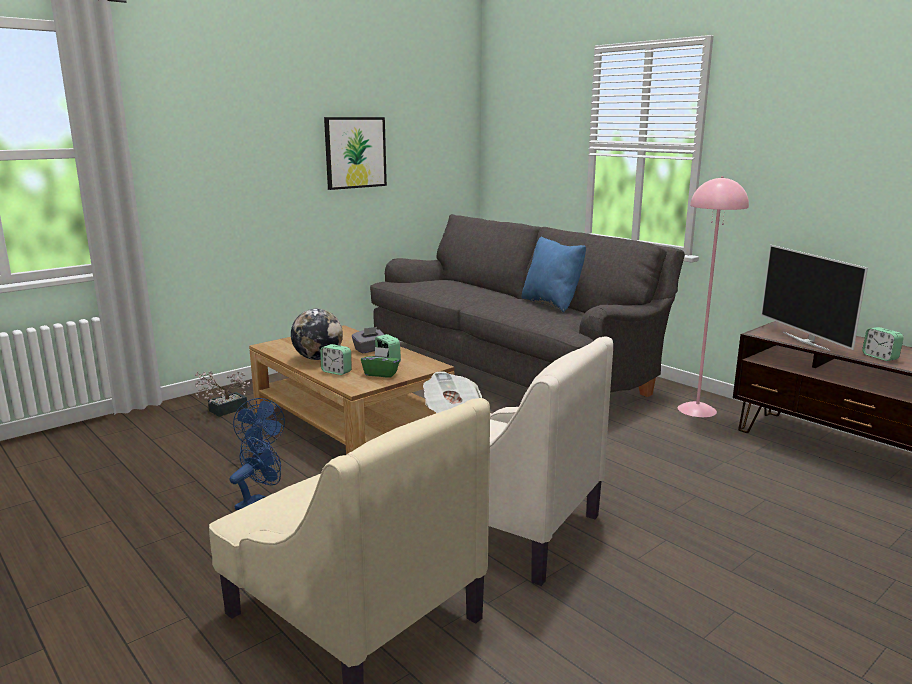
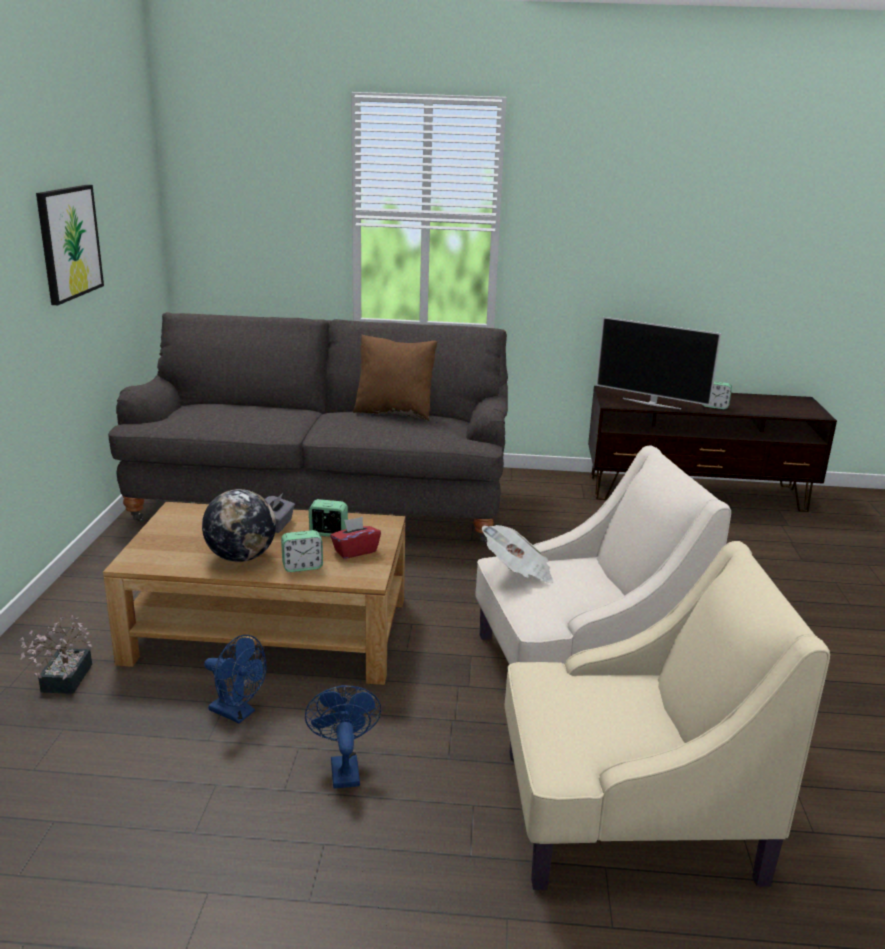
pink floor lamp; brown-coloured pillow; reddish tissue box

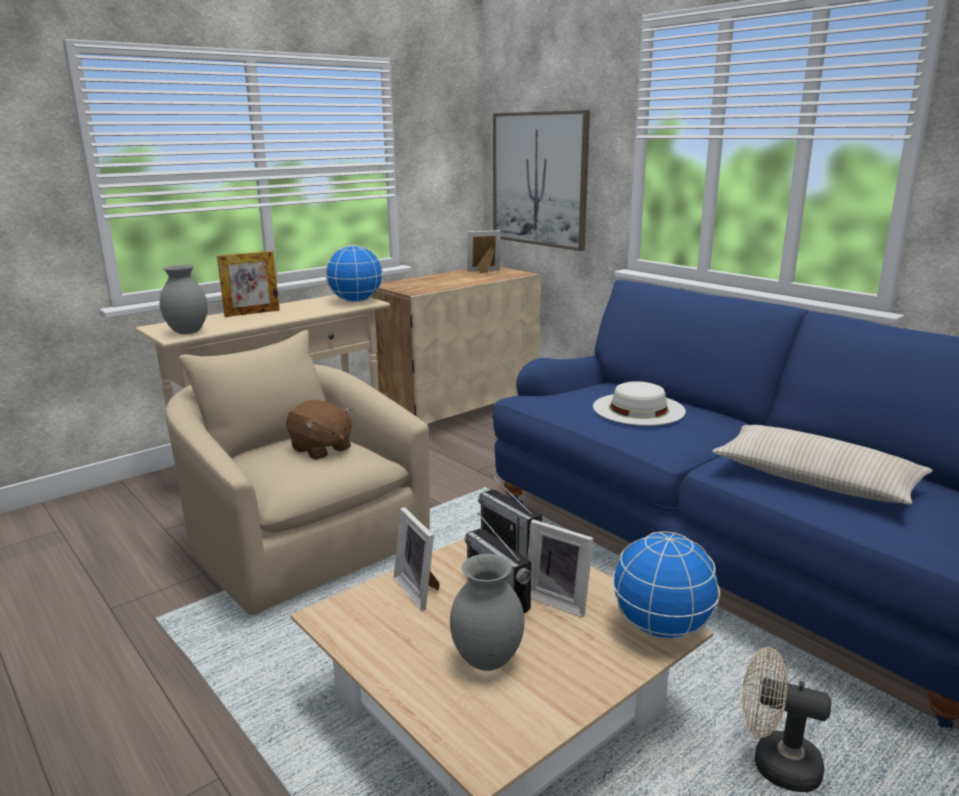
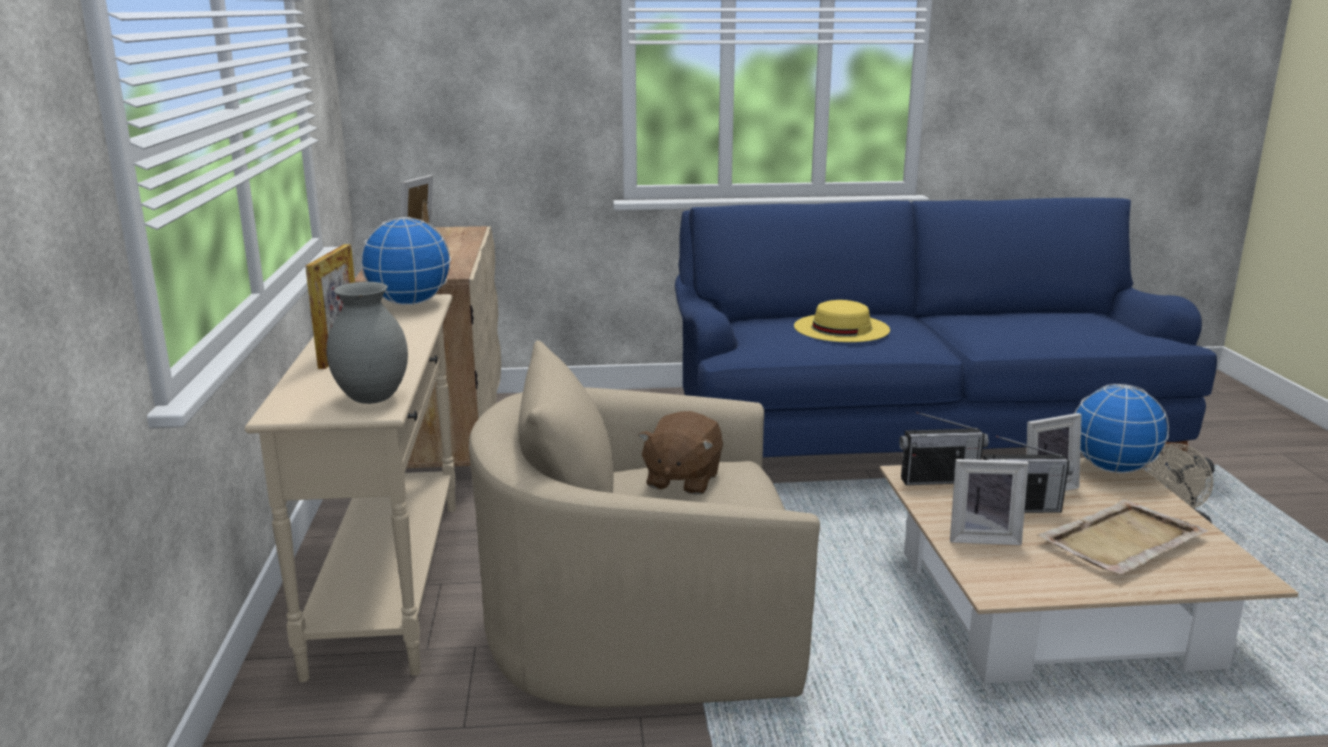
picture; yellow wearable hat; brown-coloured soft toy; sand-coloured pillow; sand-coloured tray

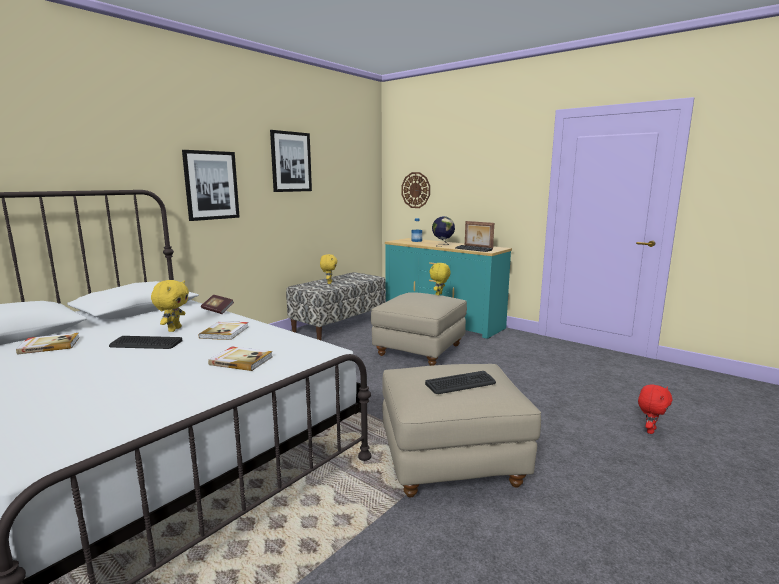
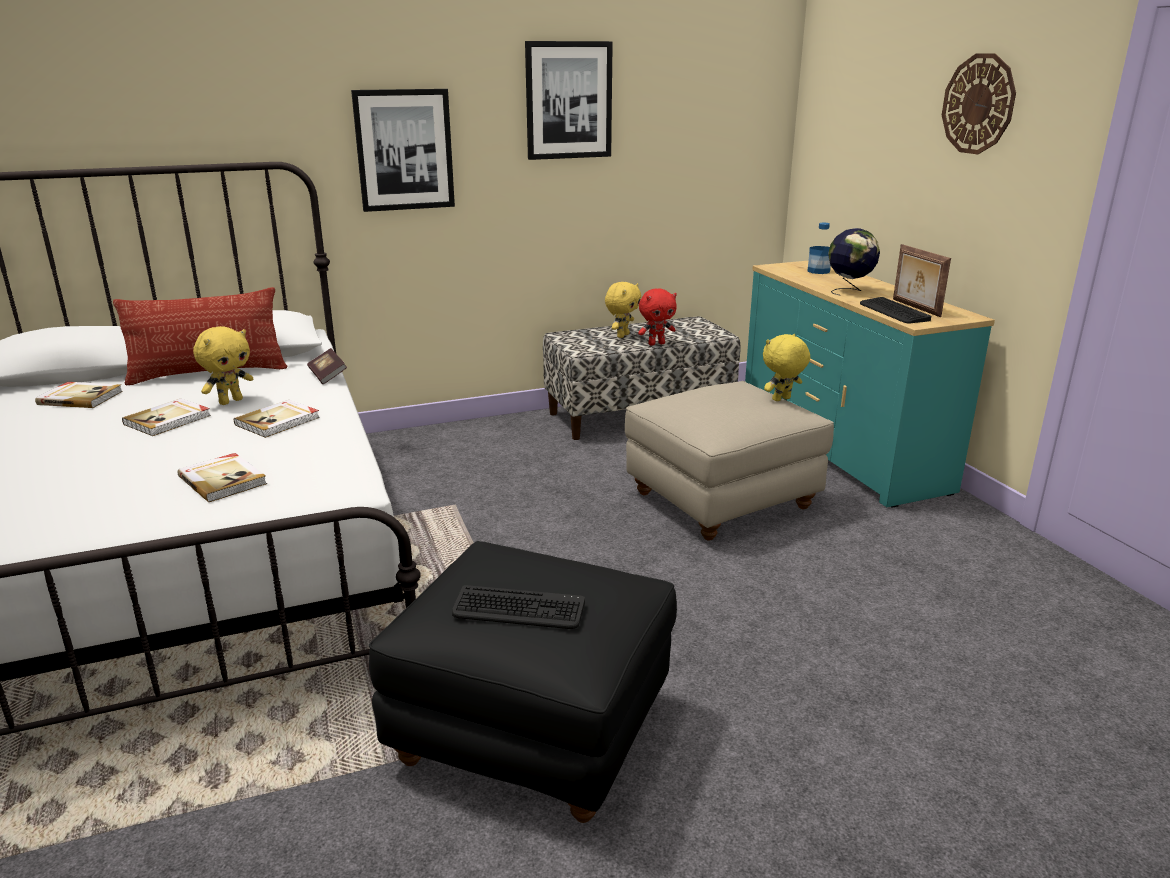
hanging clock; book (no. 2 from left); blackish footrest; reddish soft toy; pillow

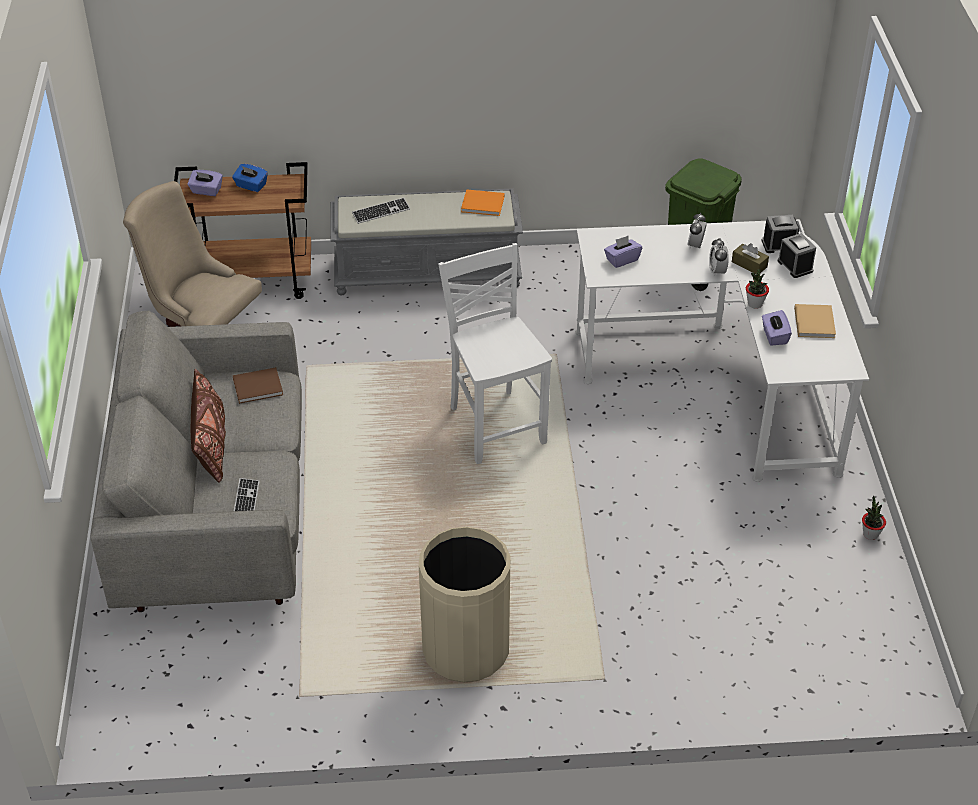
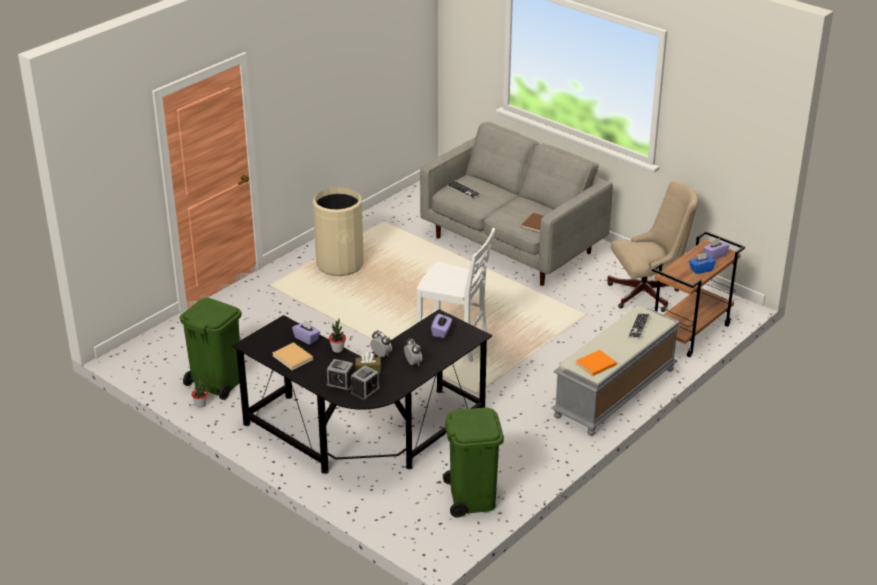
blackish desk; brown-coloured pillow; greenish rubbish bin (no. 1 from left)

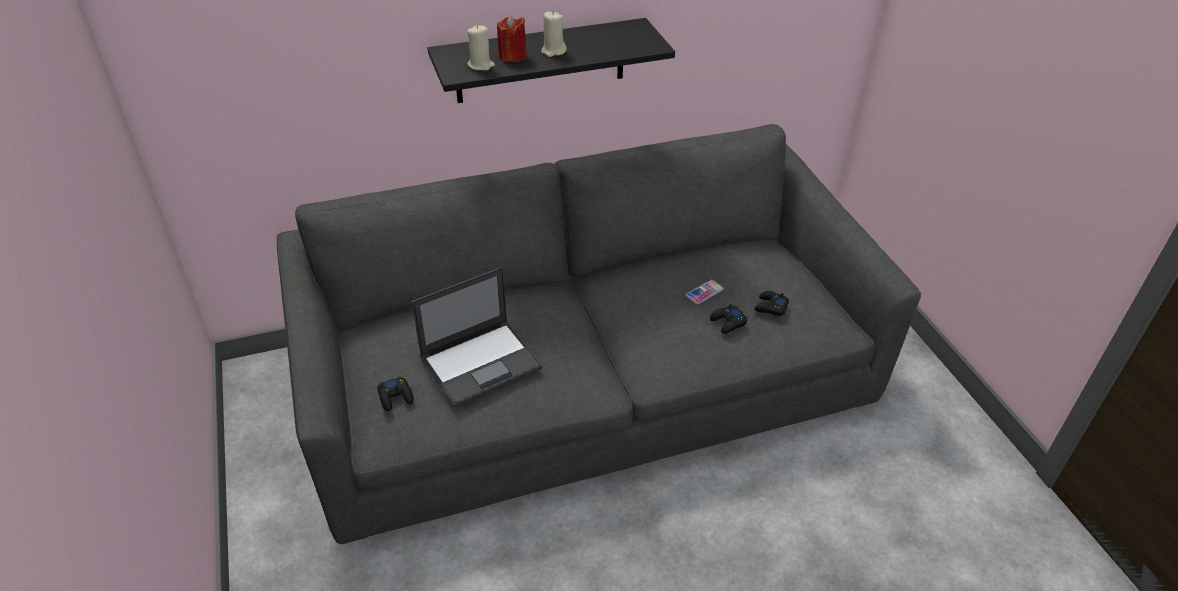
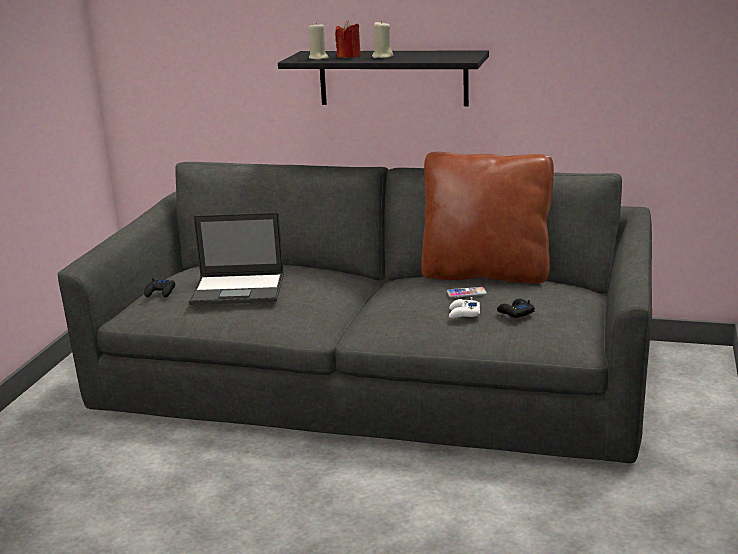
white game controller; brown-coloured pillow

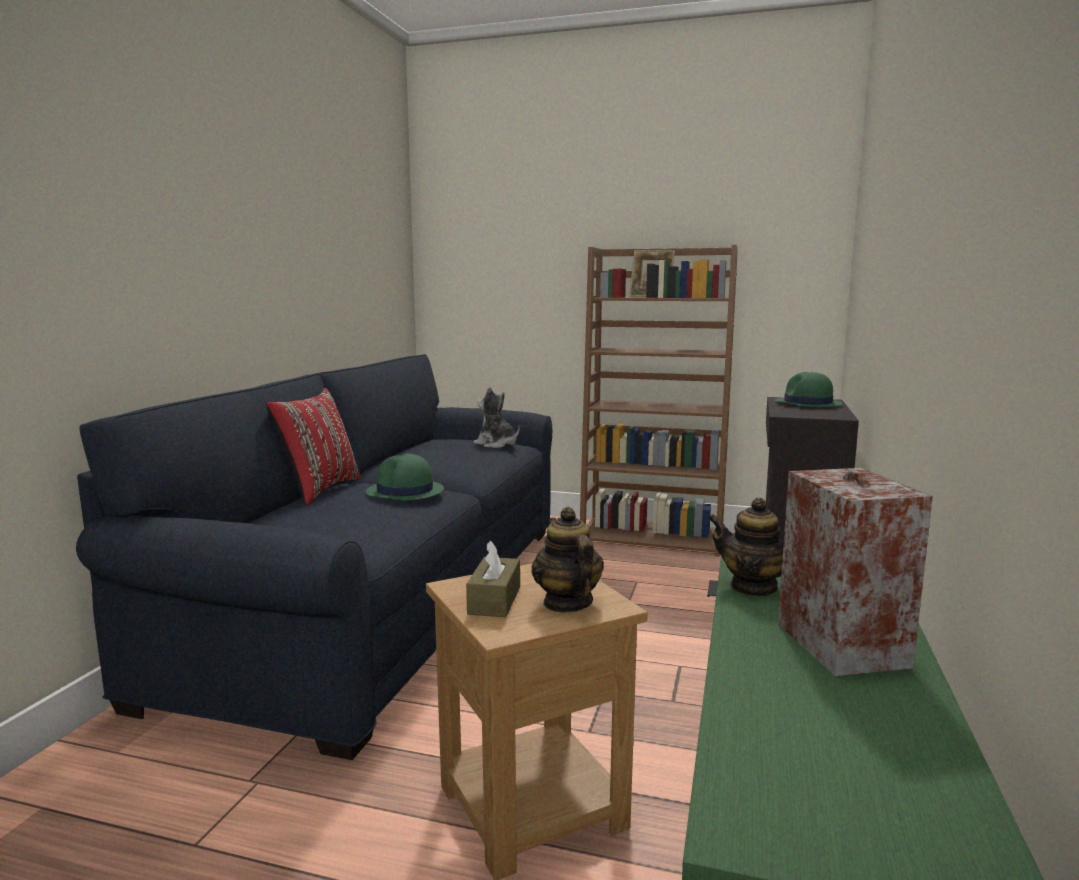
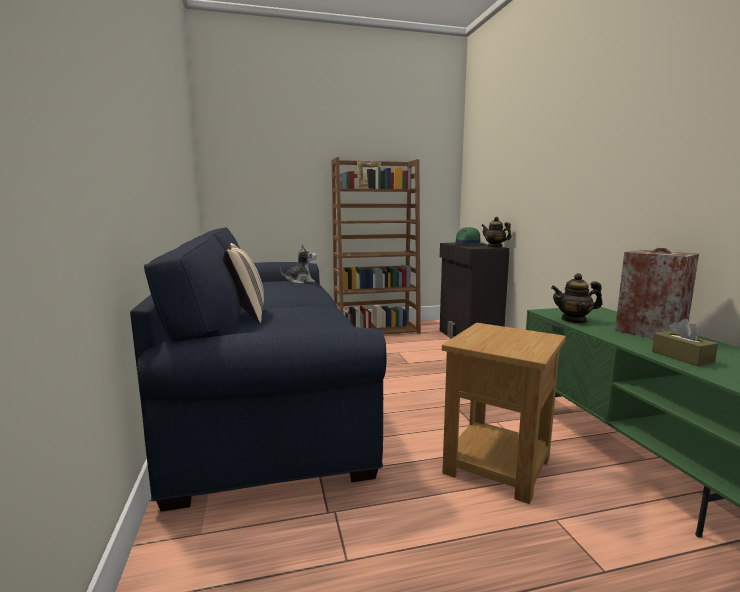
soft toy; sand-coloured pillow; greenish wearable hat (no. 1 from left in the first image); pot for tea (no. 1 from left); brown-coloured tissue box

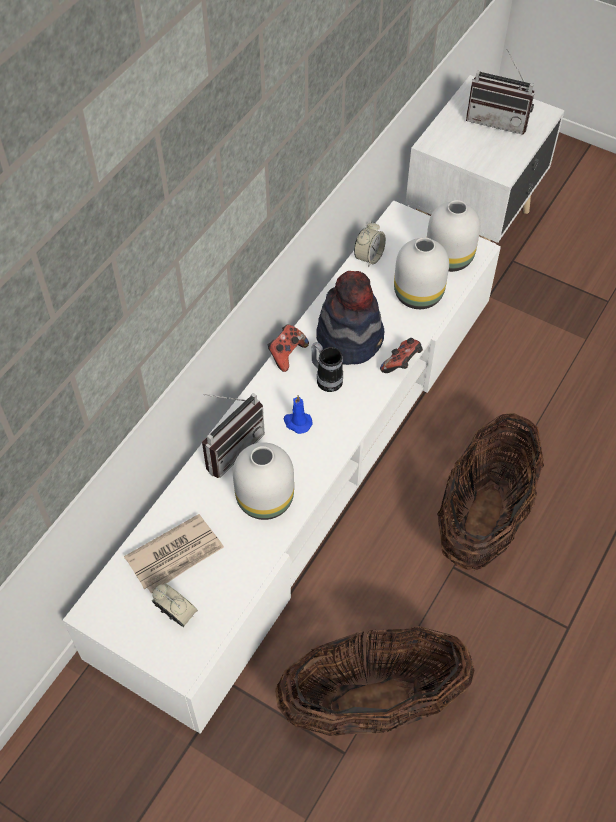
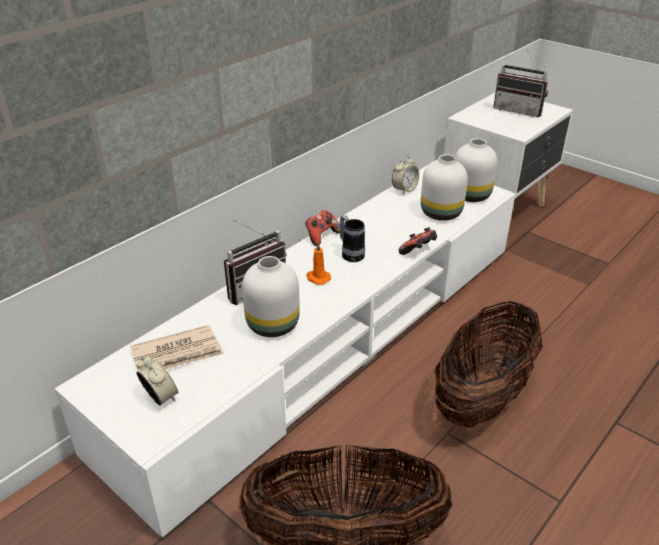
wearable hat; orange-coloured wax light

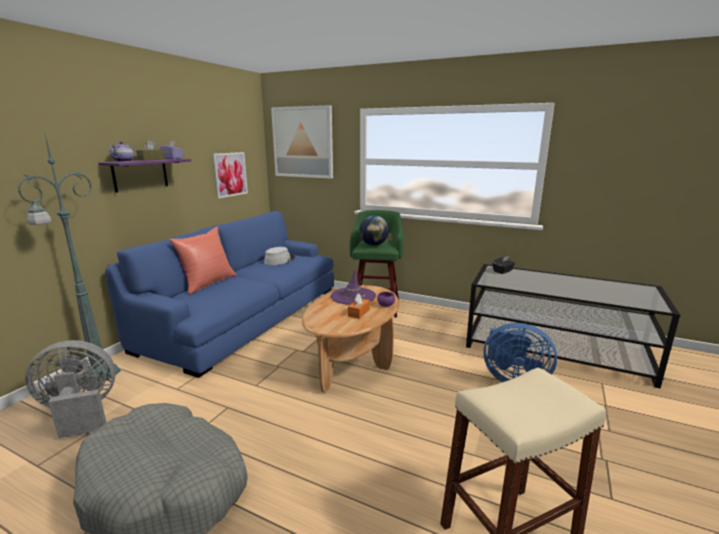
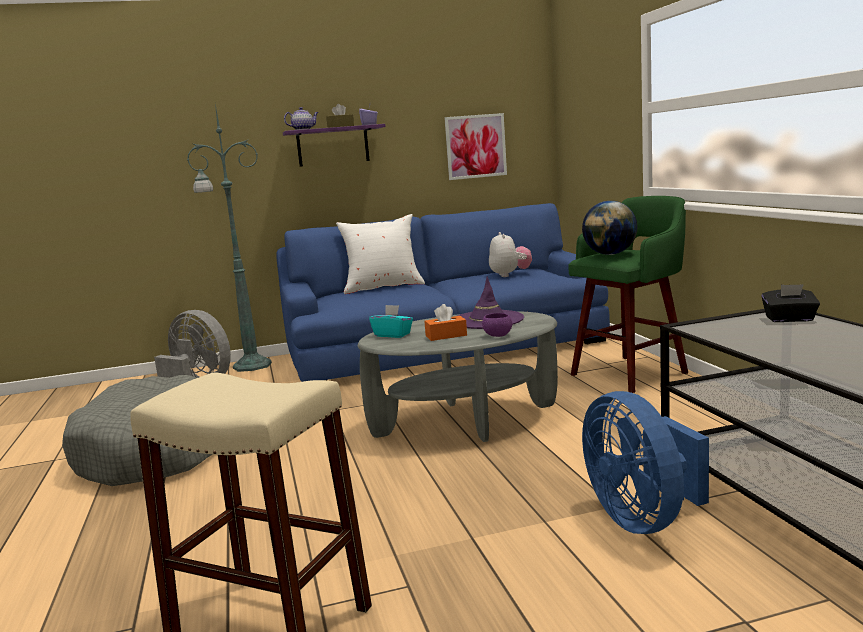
picture (no. 2 from left in the first image); white pillow; soft toy; gray low table; blue-green tissue box

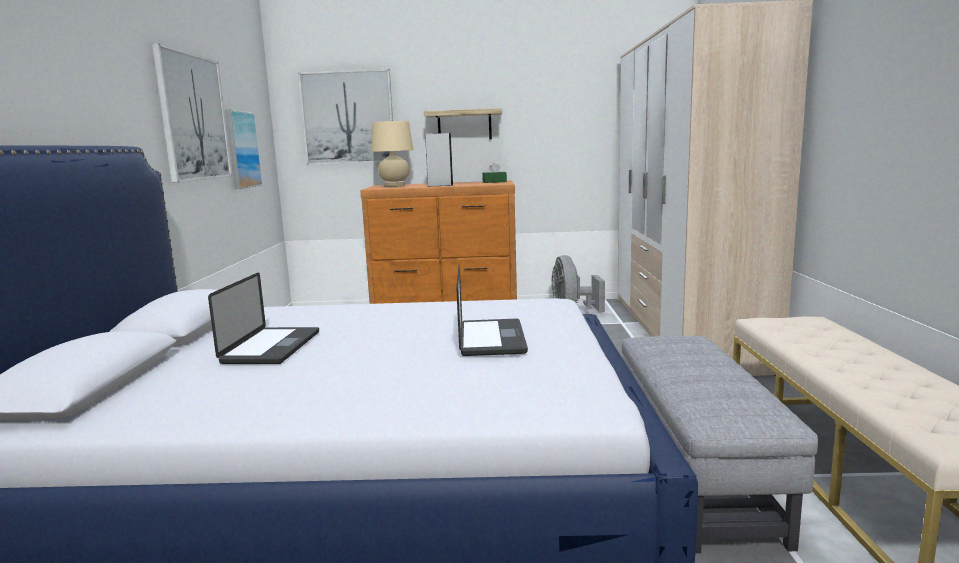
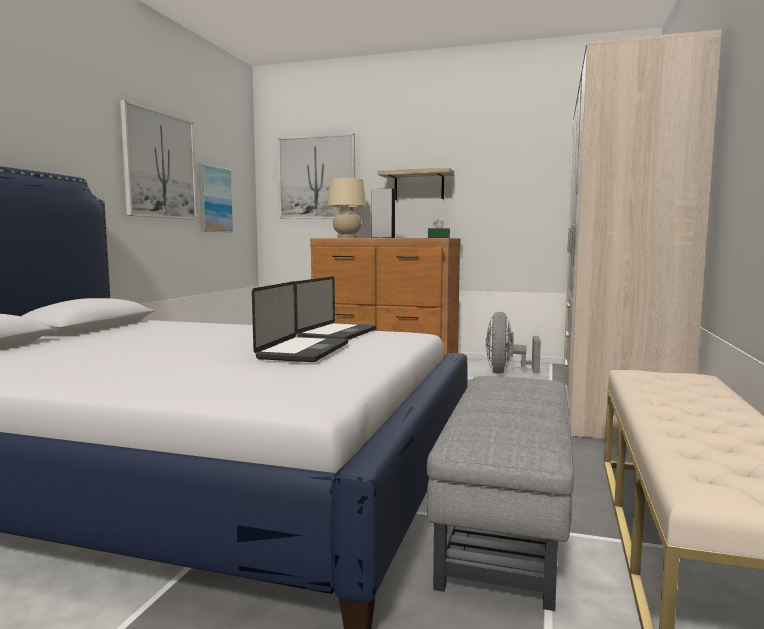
notebook computer (no. 2 from left)

